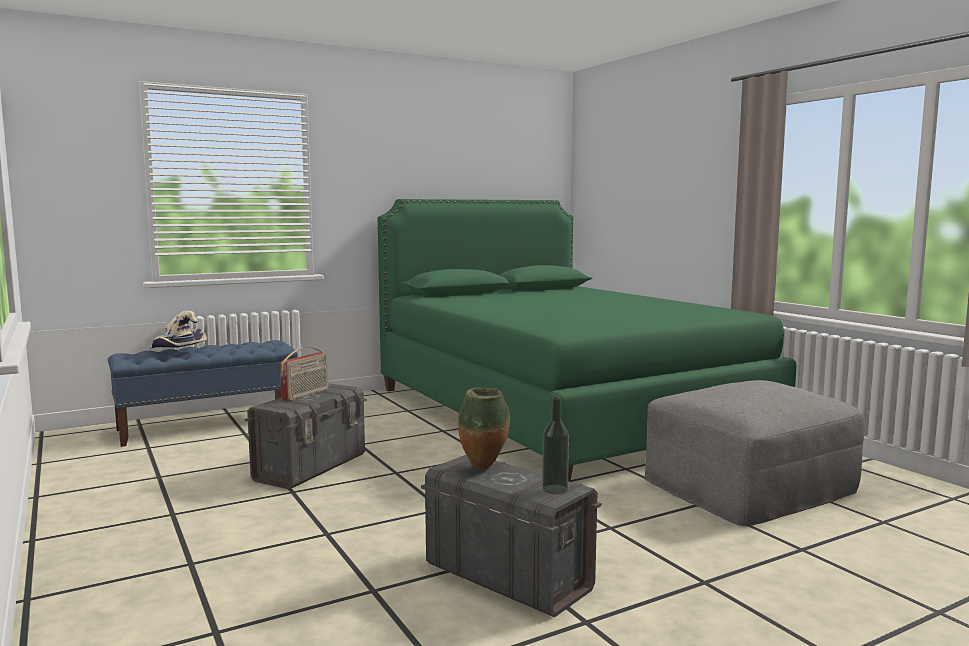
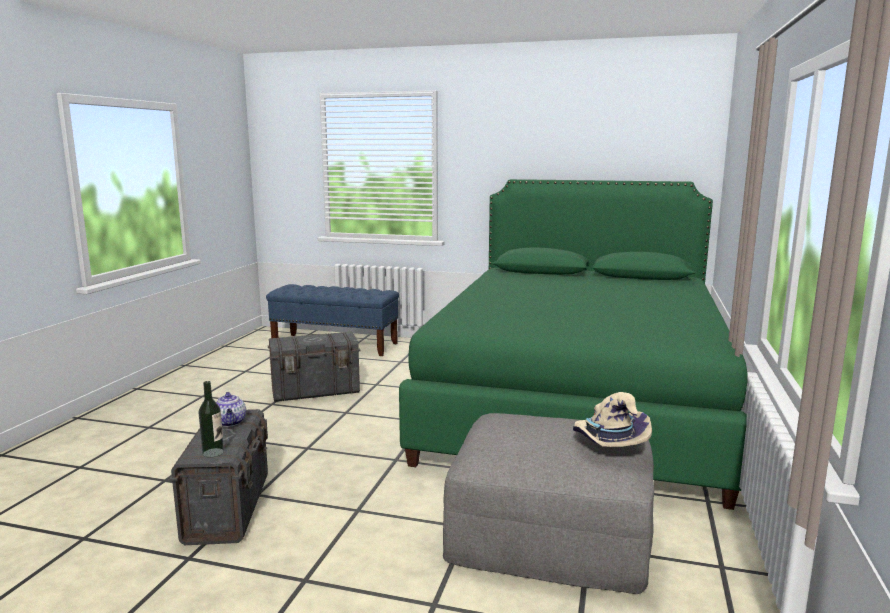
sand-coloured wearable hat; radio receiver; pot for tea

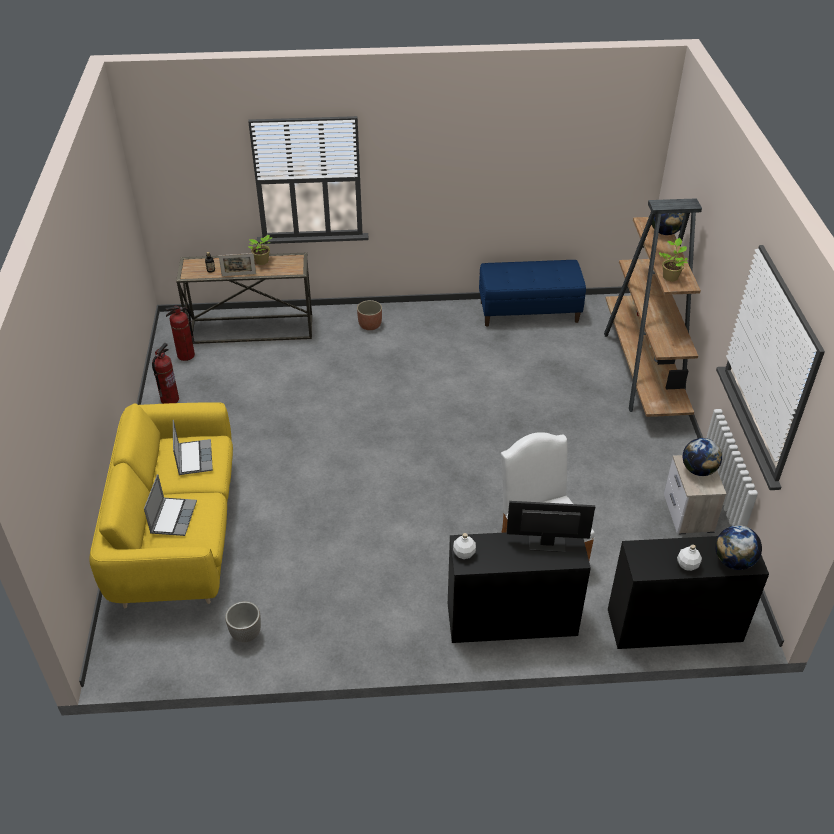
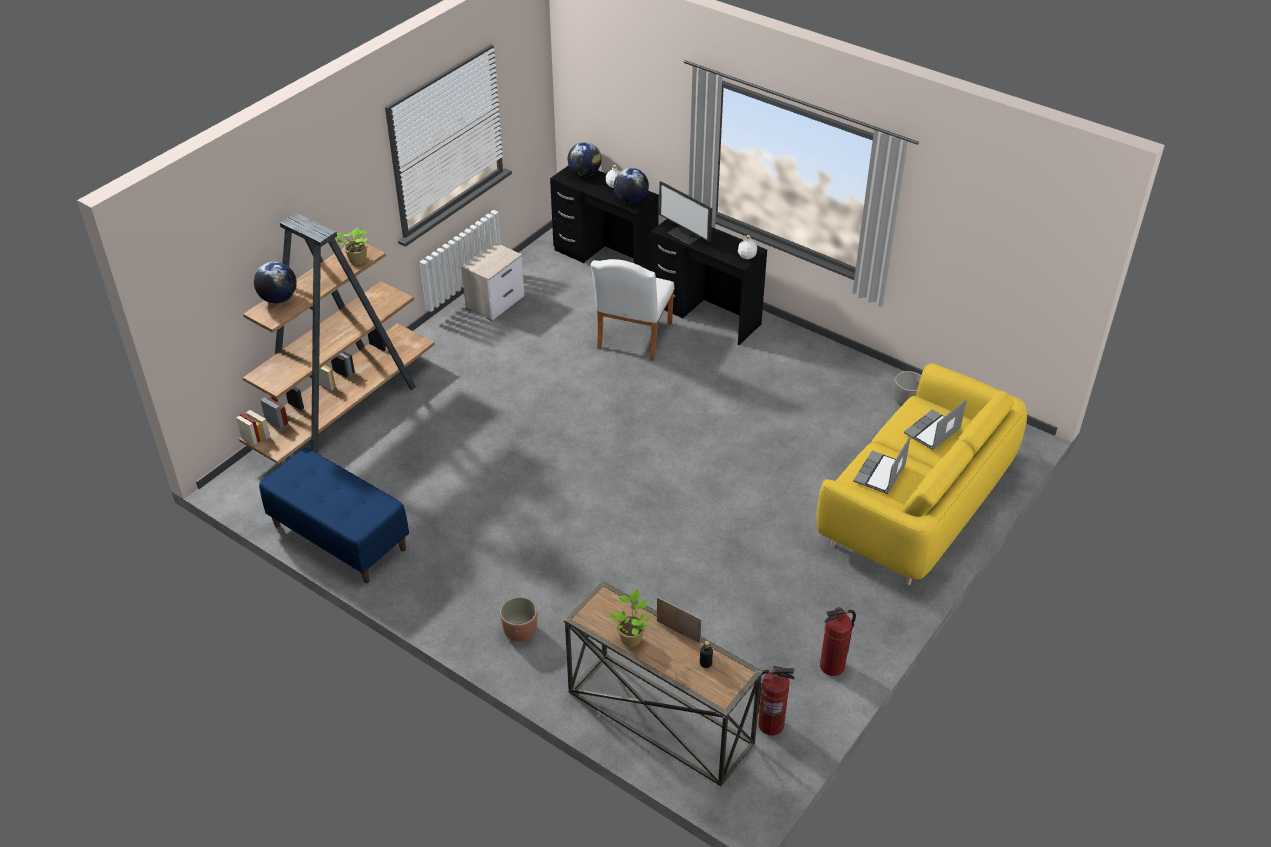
desk globe (no. 3 from left)

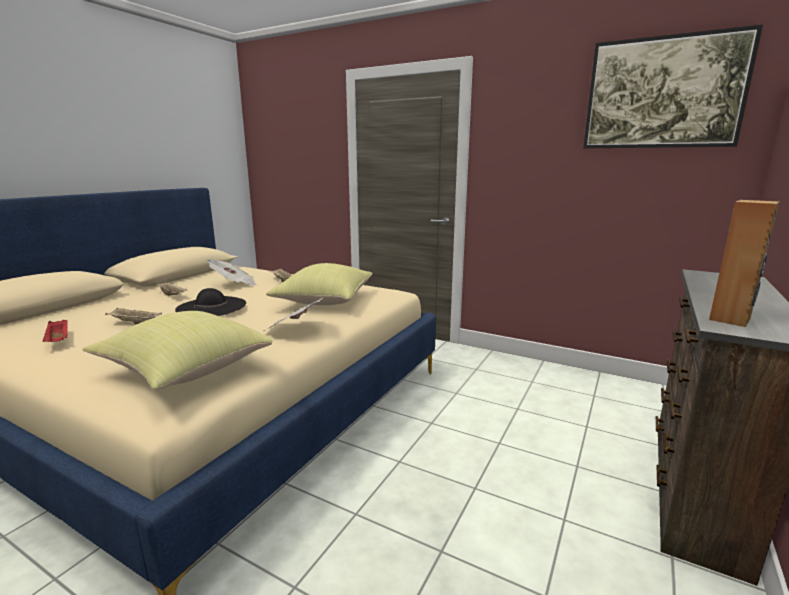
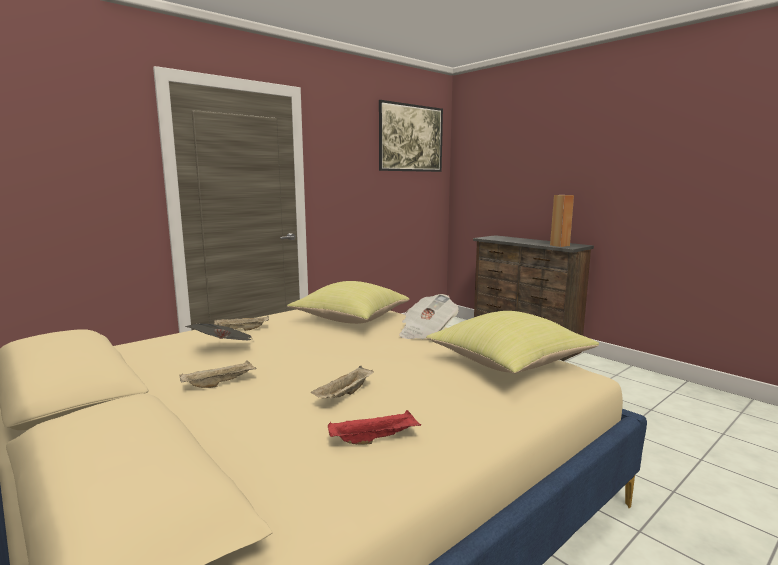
blackish wearable hat

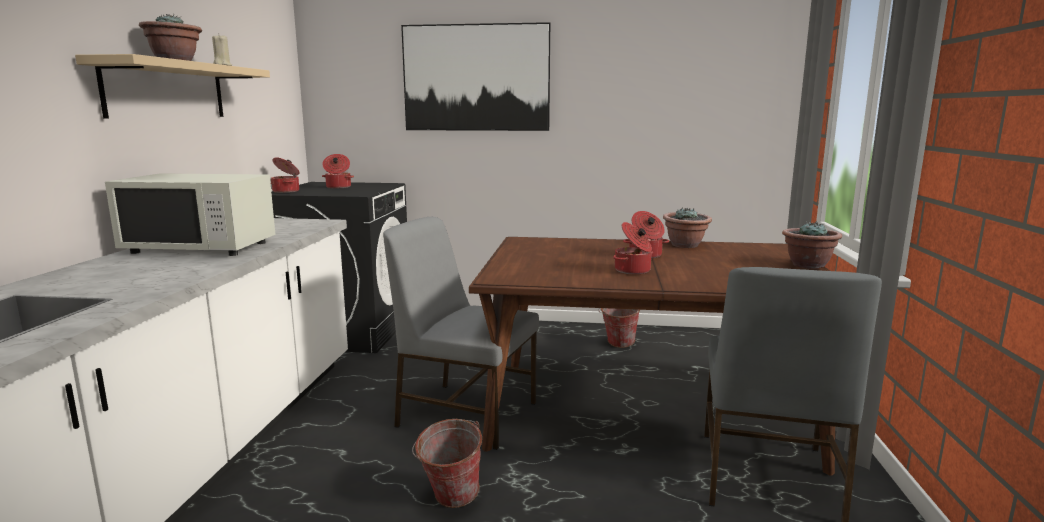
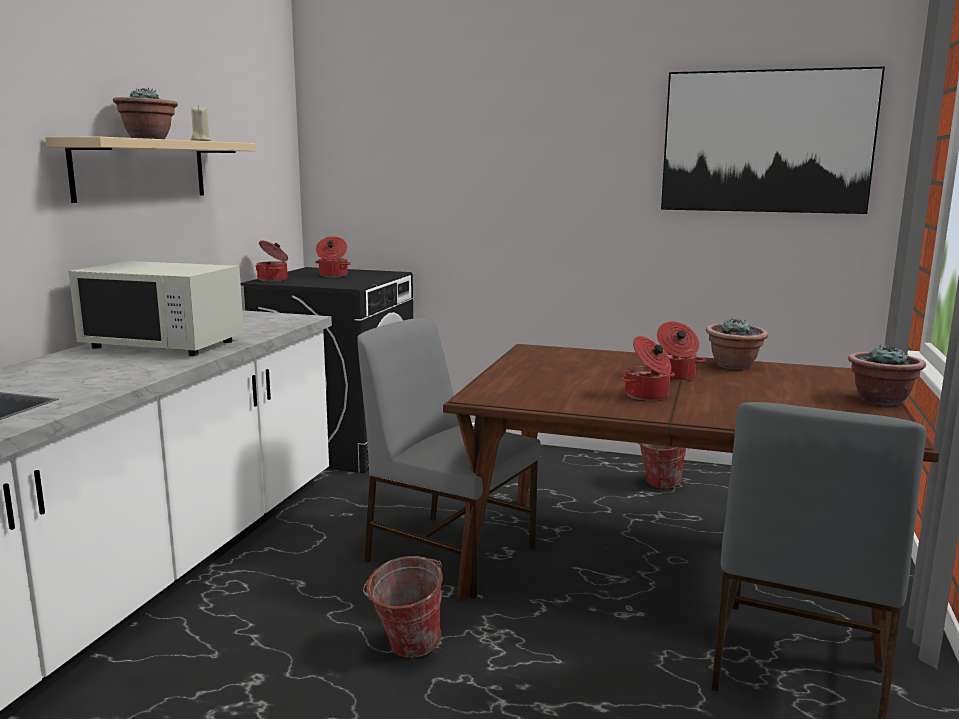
picture

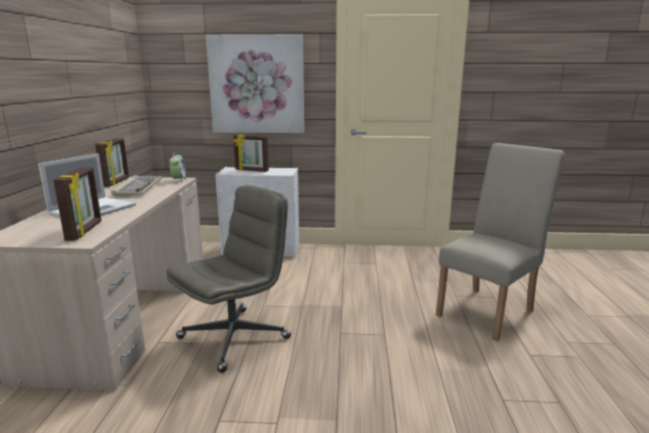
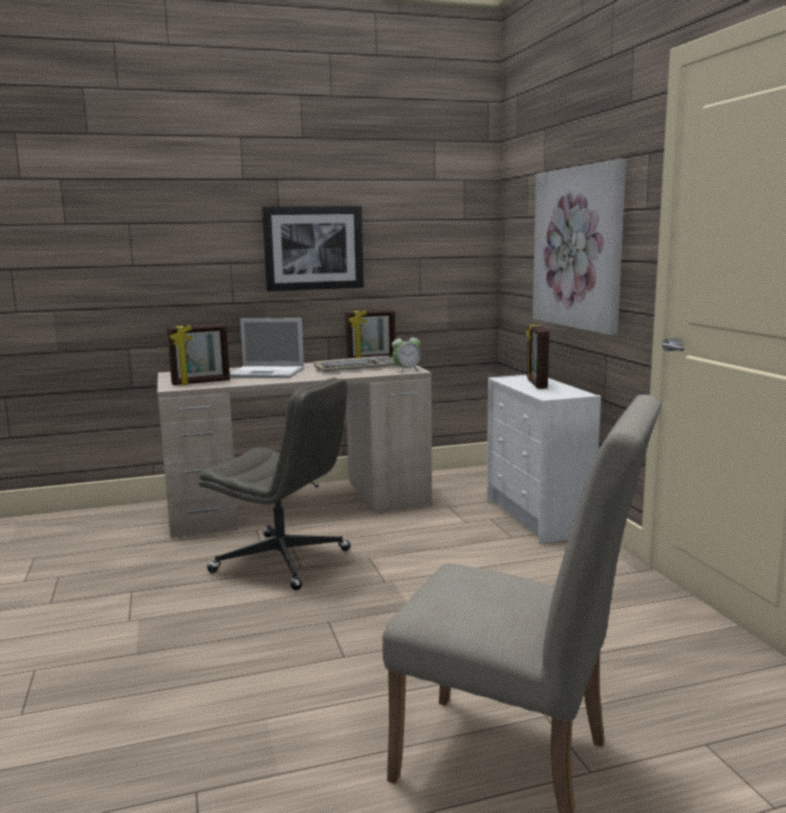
picture (no. 1 from left)

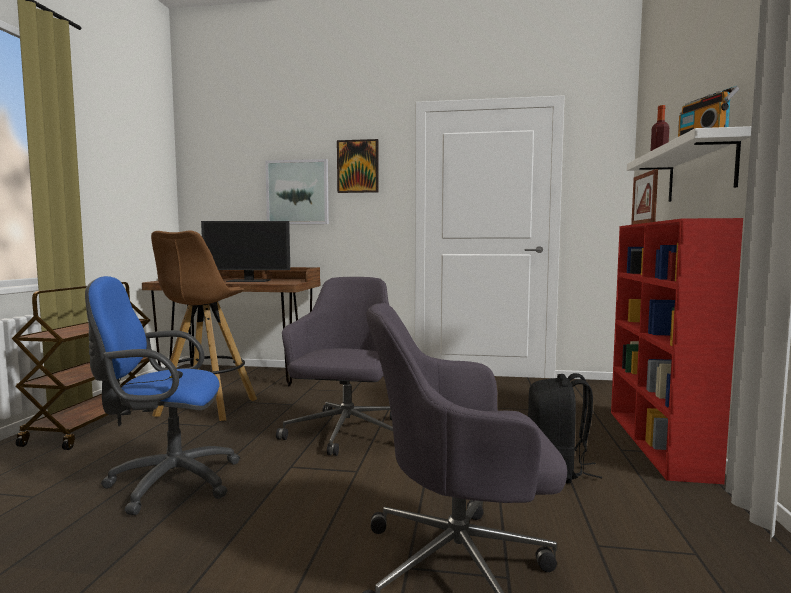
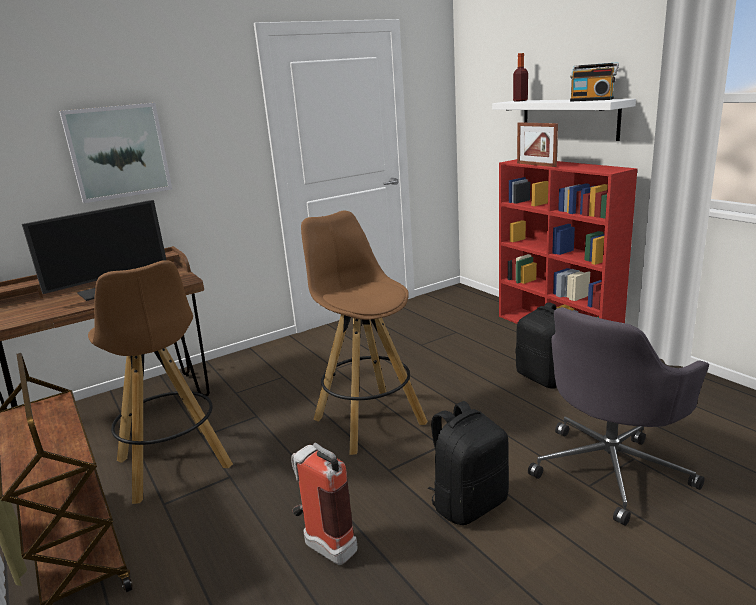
picture (no. 2 from left in the first image); fire-fighting cylinder; brown-coloured stool (no. 2 from left); blackish rucksack (no. 1 from left)

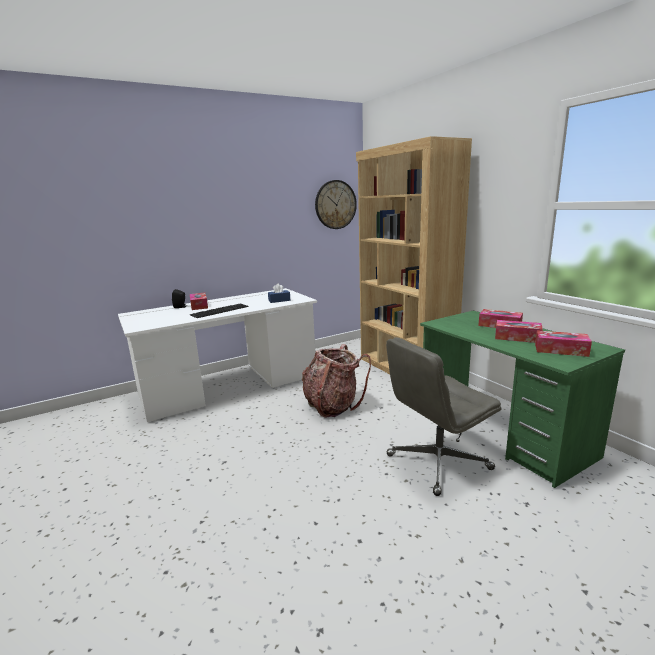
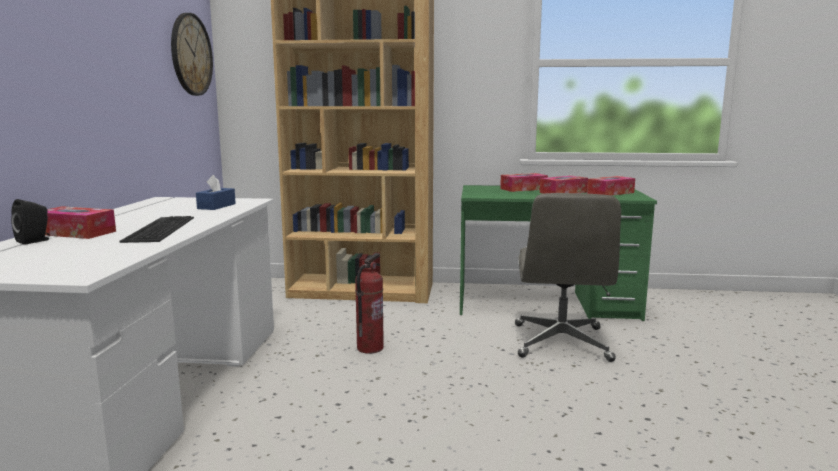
fire-fighting cylinder

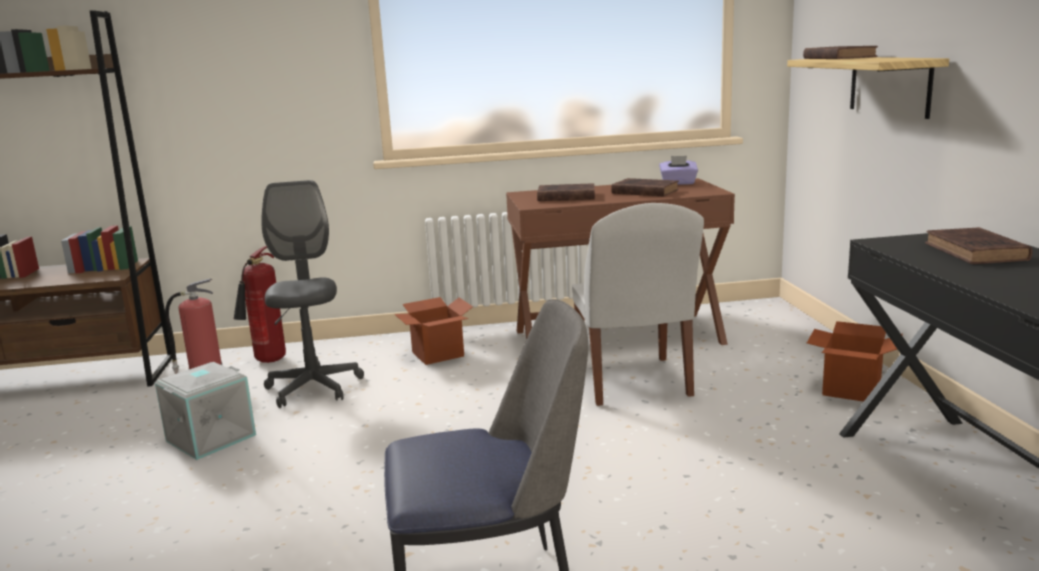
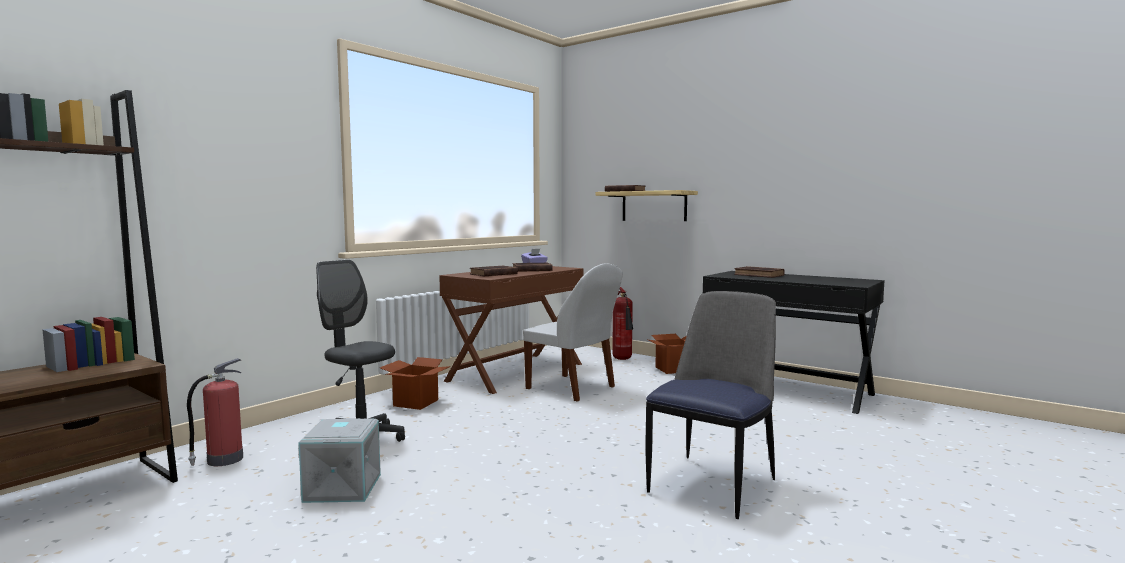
fire-fighting cylinder (no. 2 from left)

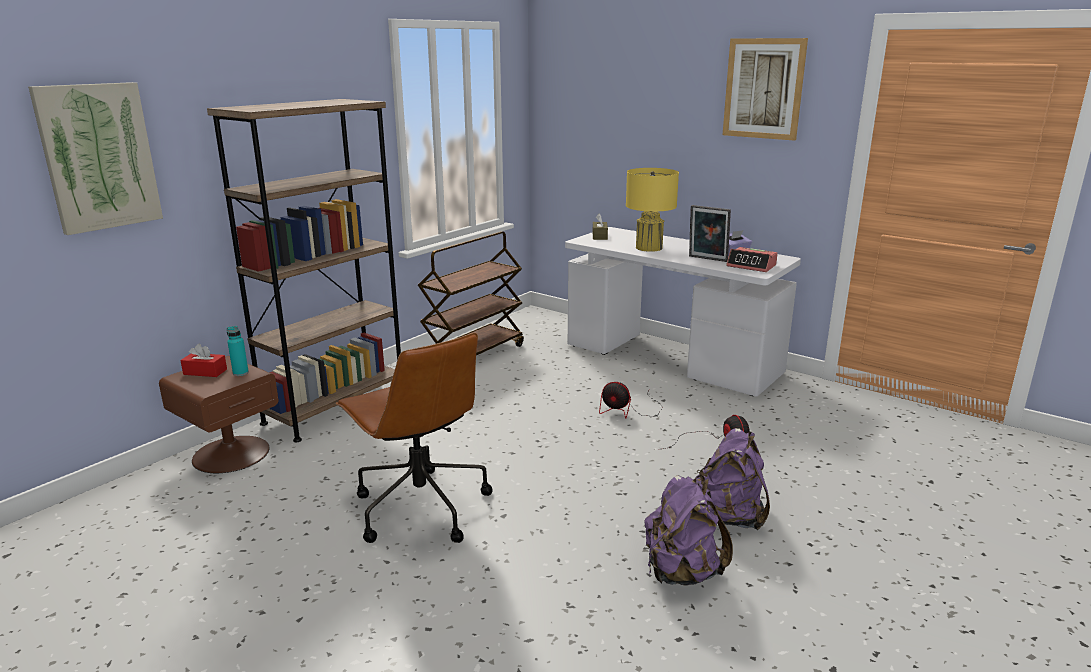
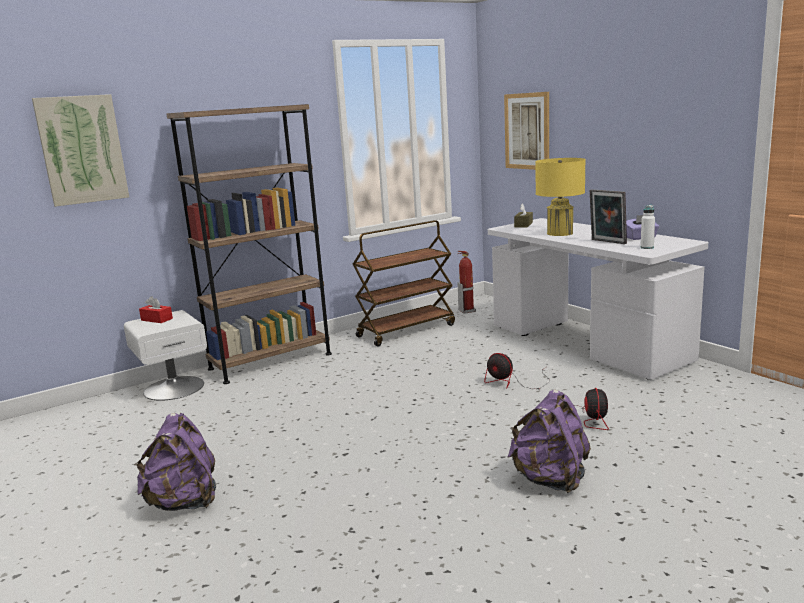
picture (no. 2 from left); white beverage bottle; blue-green beverage bottle; brown-coloured computer chair; white nightstand; purple-coloured rucksack (no. 1 from left); fire-fighting cylinder

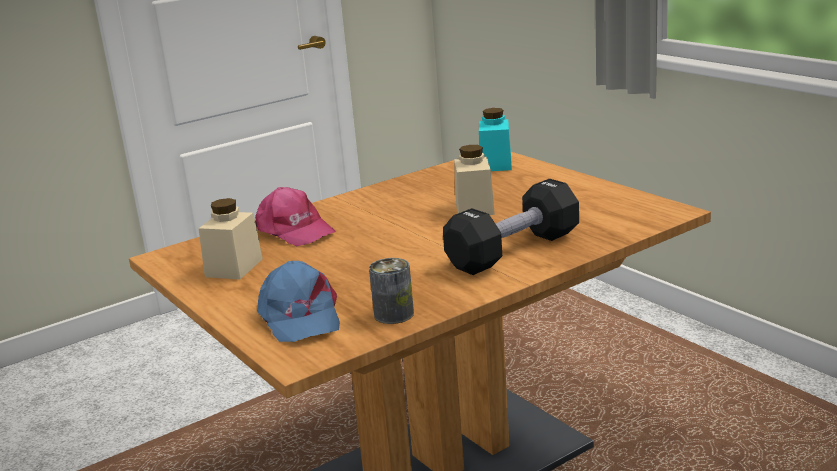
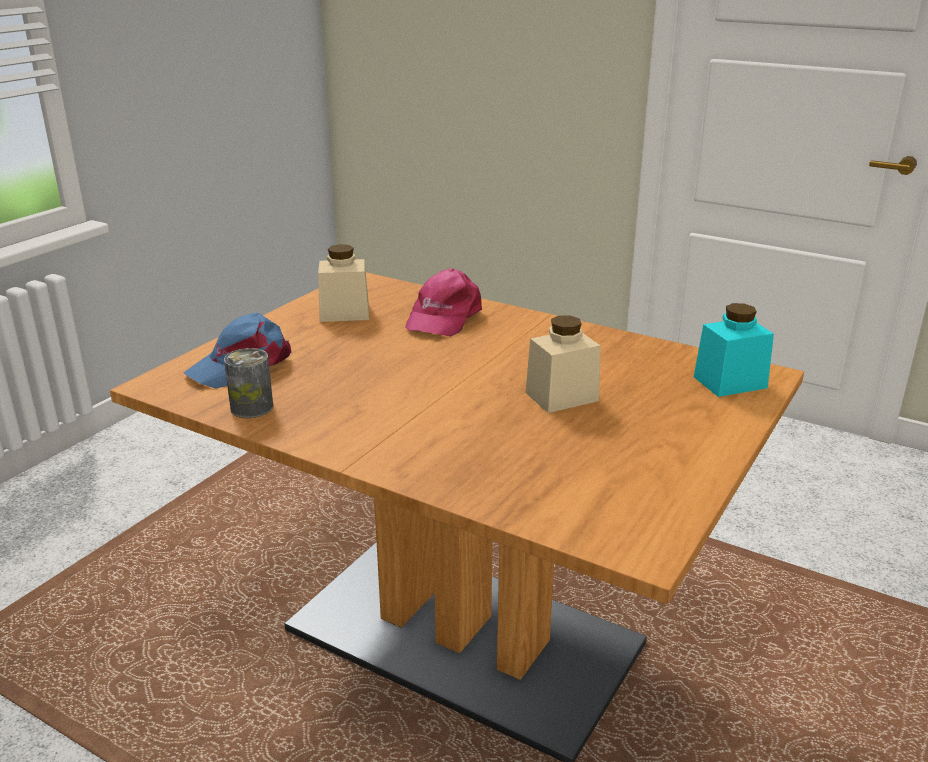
blackish dumbbell

